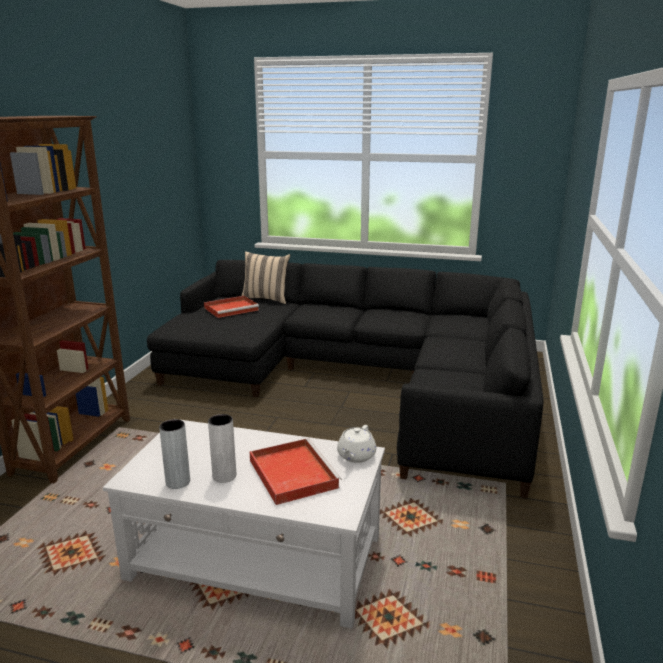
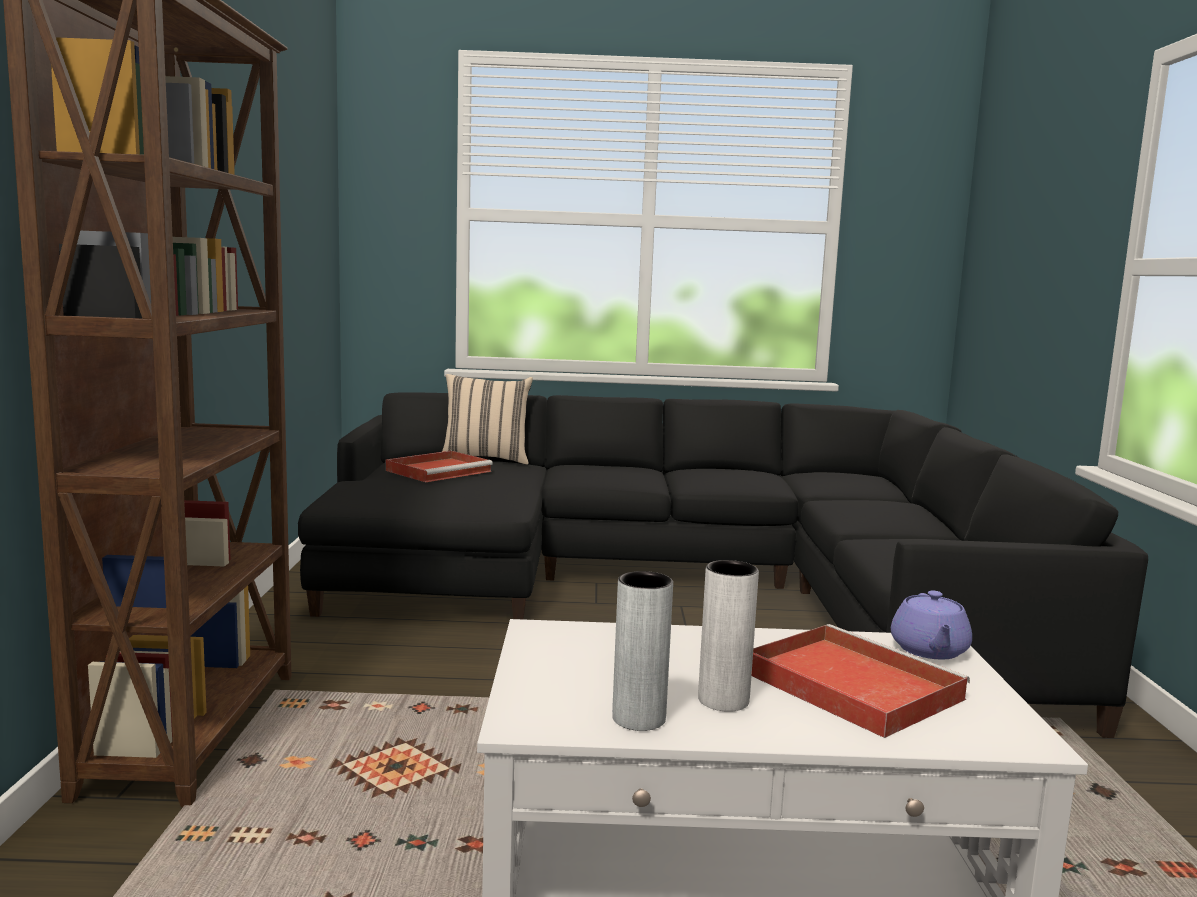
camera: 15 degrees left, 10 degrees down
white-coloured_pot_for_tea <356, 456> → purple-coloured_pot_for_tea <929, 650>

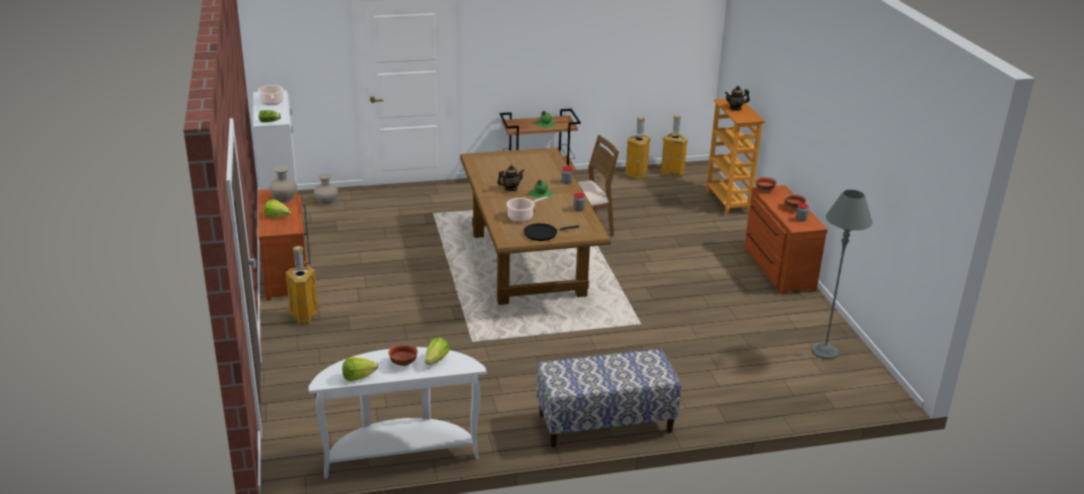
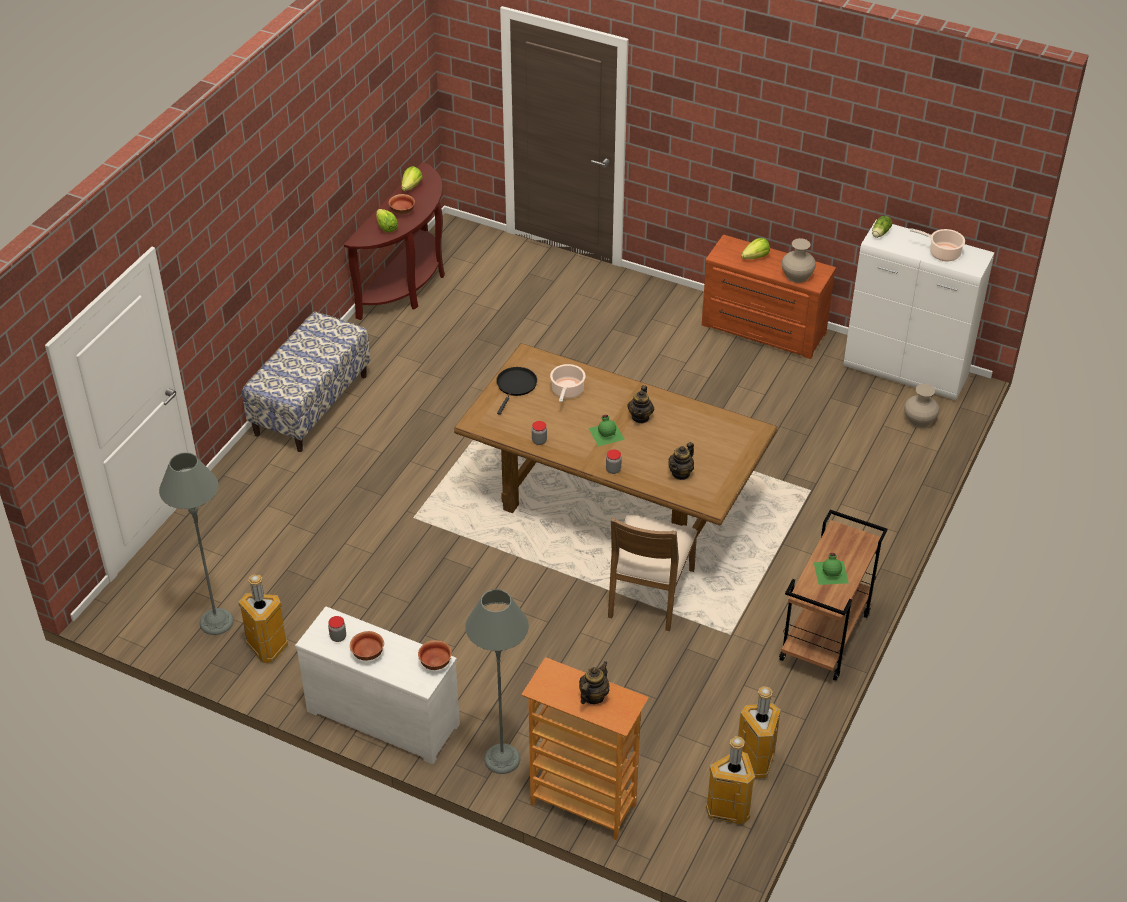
camera: 130 degrees right, 15 degrees up
waste_bin <304, 317> → waste_bin <266, 648>, shifted
brown-coloured_chest_of_drawers <776, 268> → white-coloured_chest_of_drawers <385, 714>
white-coloured_console_table <400, 454> → brown-coloured_console_table <408, 285>
- → gray_standing_lamp <502, 759>
- → pot_for_tea <681, 473>

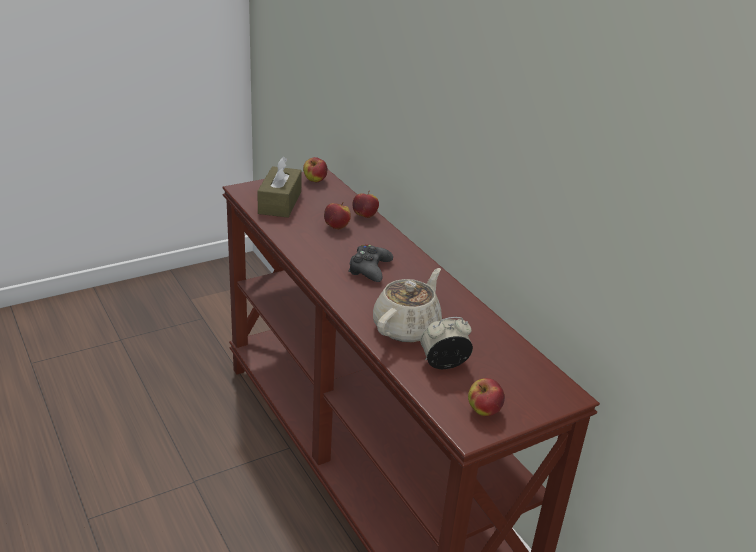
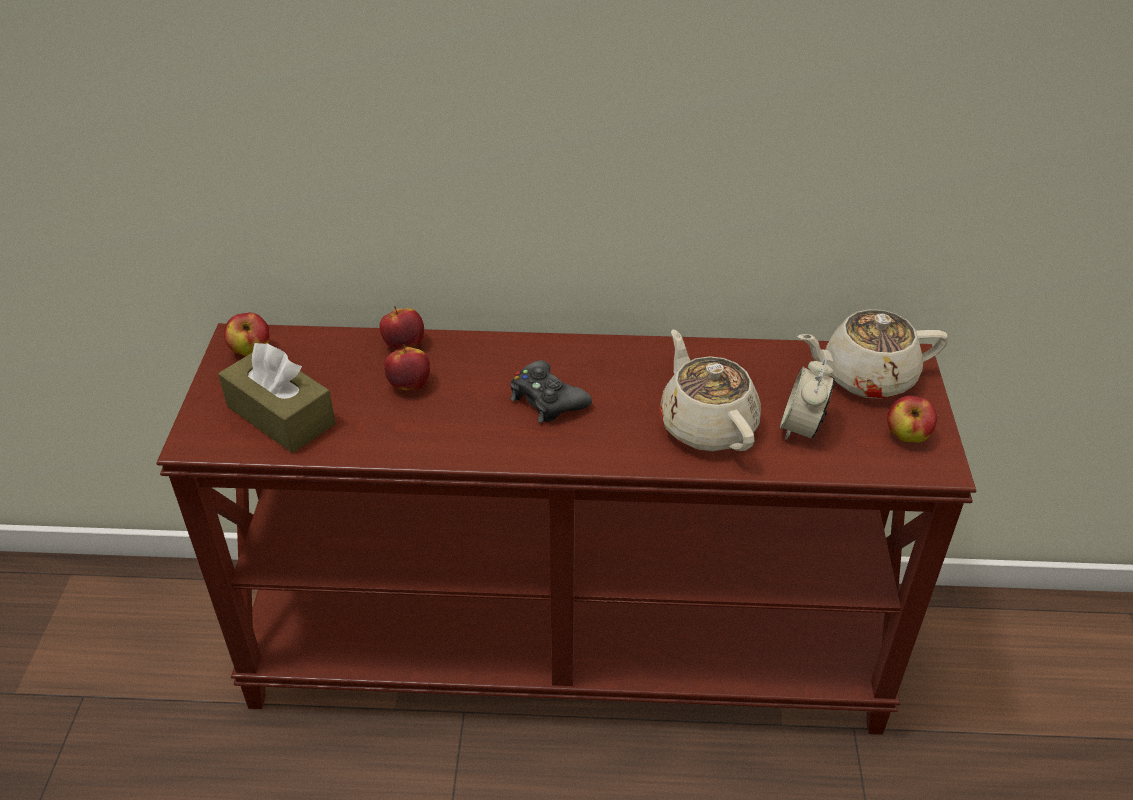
camera: 55 degrees left, 10 degrees up
- → beige-coloured_pot_for_tea <866, 377>

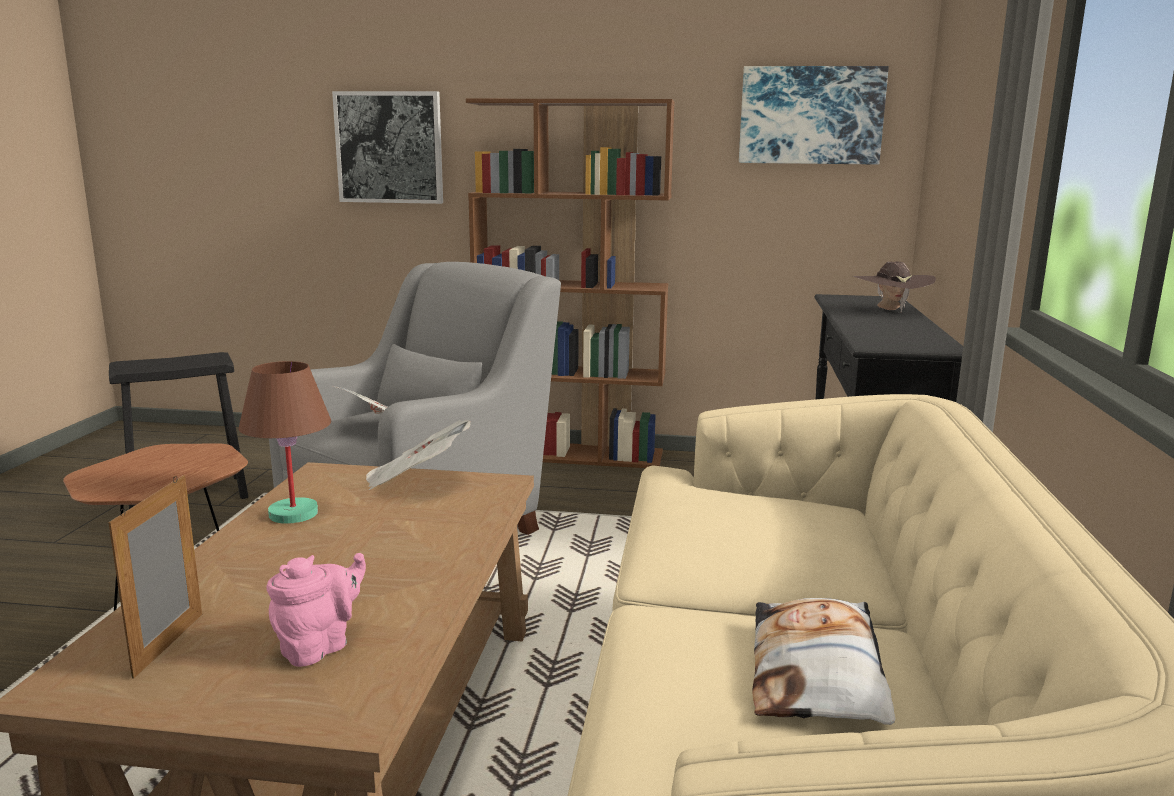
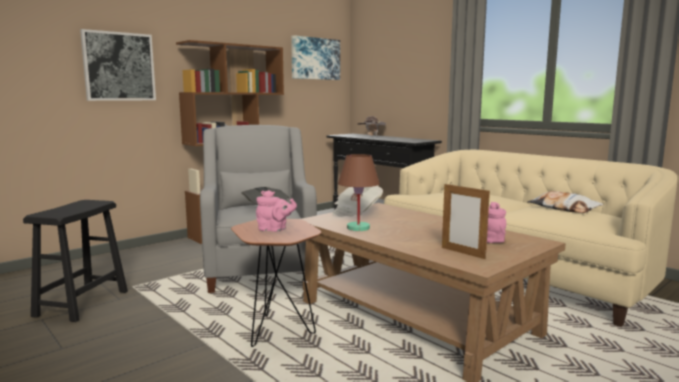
camera: 50 degrees left, 5 degrees down
- → pinkish_pot_for_tea <274, 229>

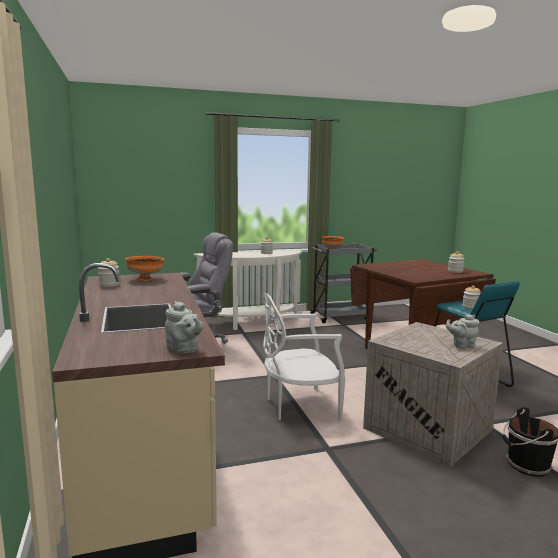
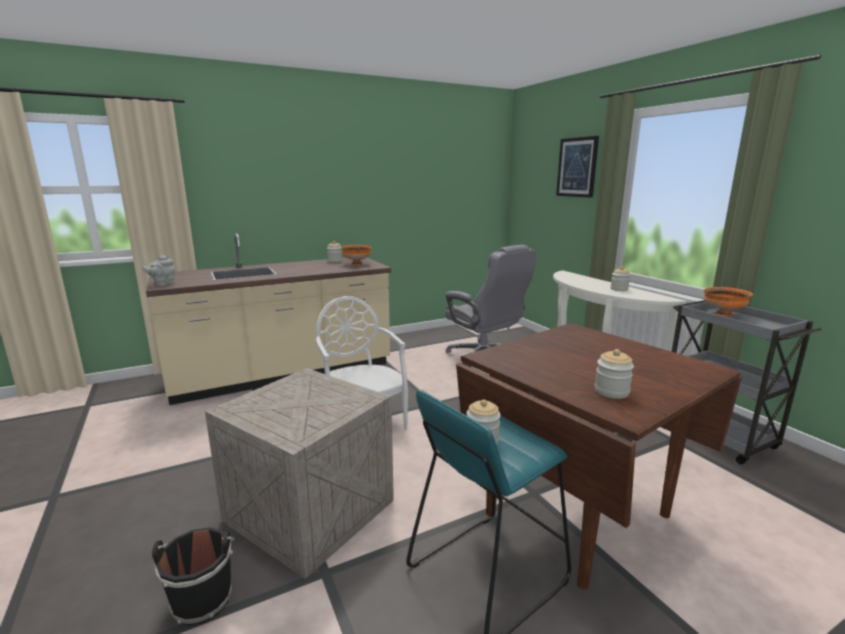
camera: 80 degrees right, 5 degrees up
- → wall_art <577, 167>
gray_pot_for_tea <462, 345> → -

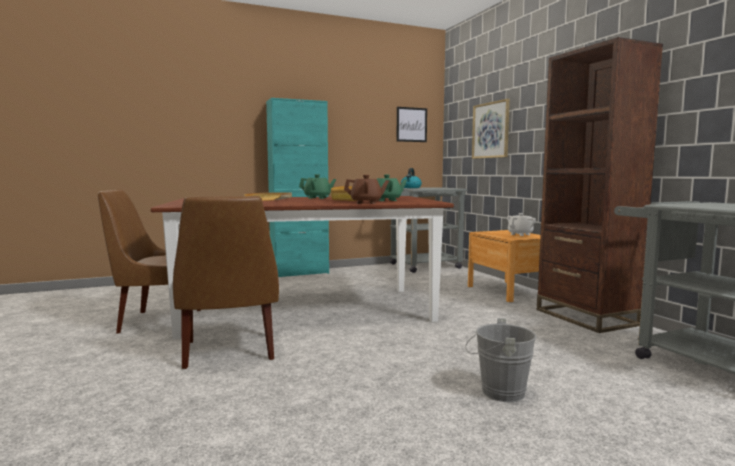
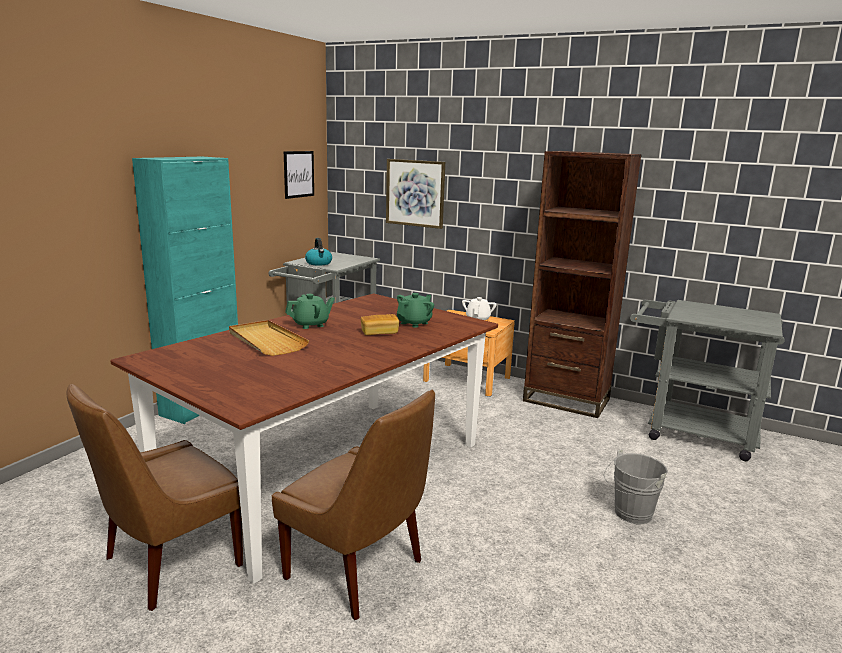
camera: 40 degrees left, 10 degrees up
brown-coloured_pot_for_tea <366, 203> → -

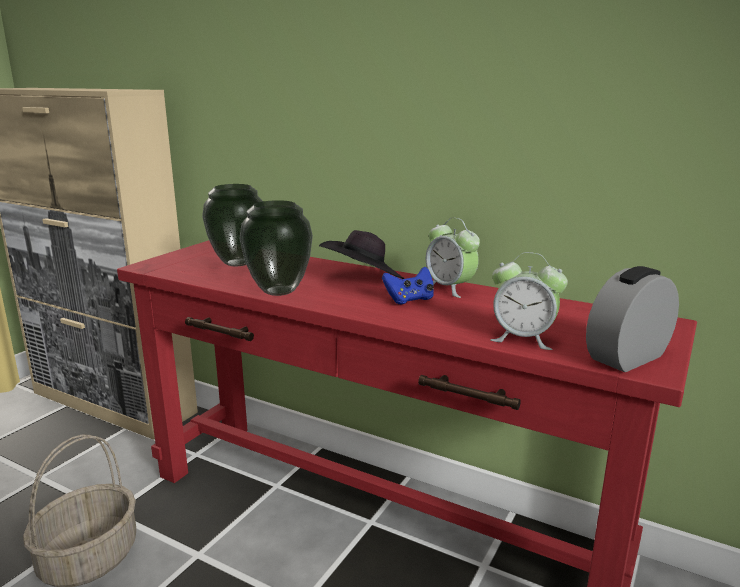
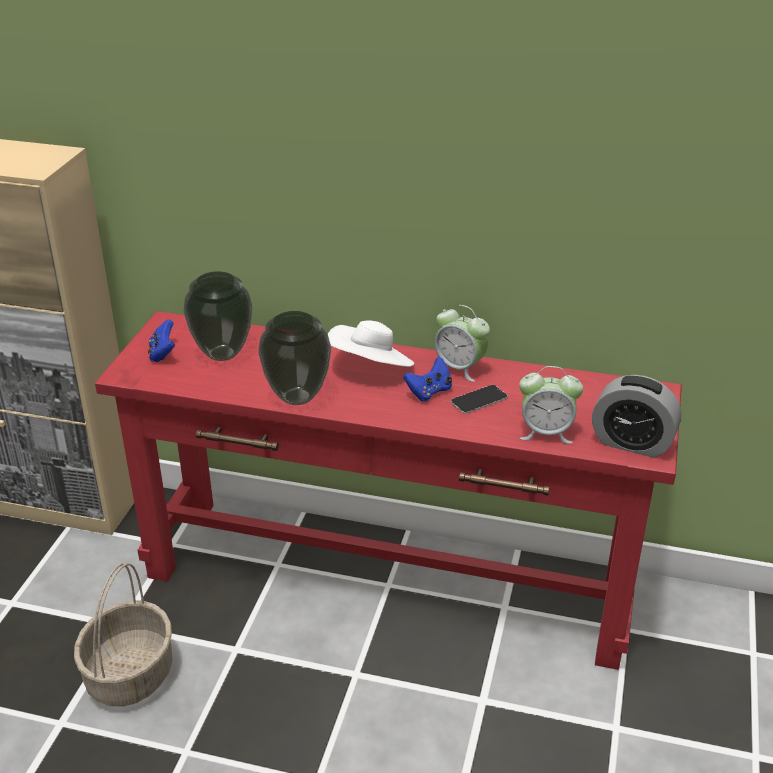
camera: 15 degrees left, 15 degrees up
- → blue-coloured_joypad <163, 353>
blackish_clothing_hat <363, 281> → white-coloured_clothing_hat <371, 367>
- → telephone <479, 400>
bedside_clock <627, 358> → bedside_clock <632, 443>, 105 degrees counterclockwise

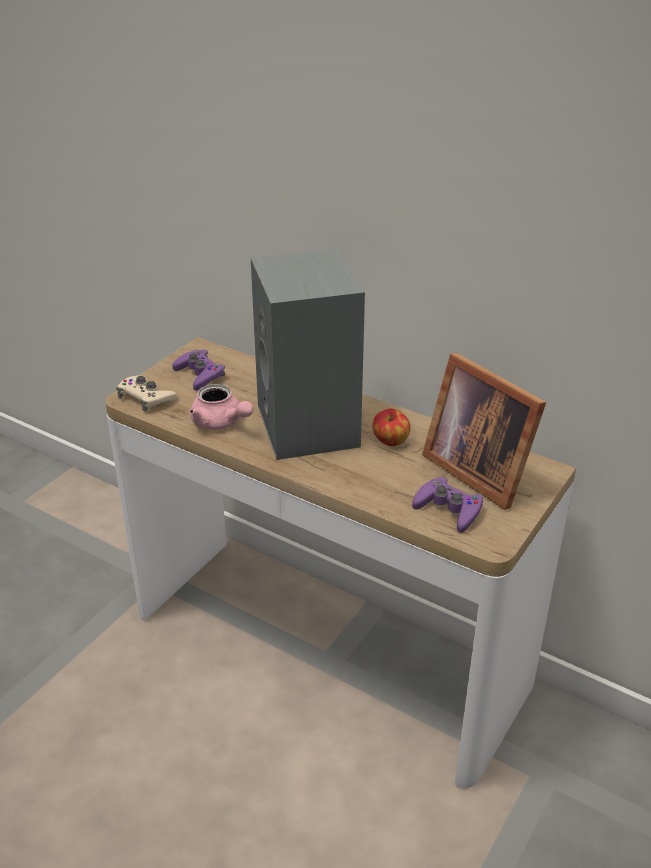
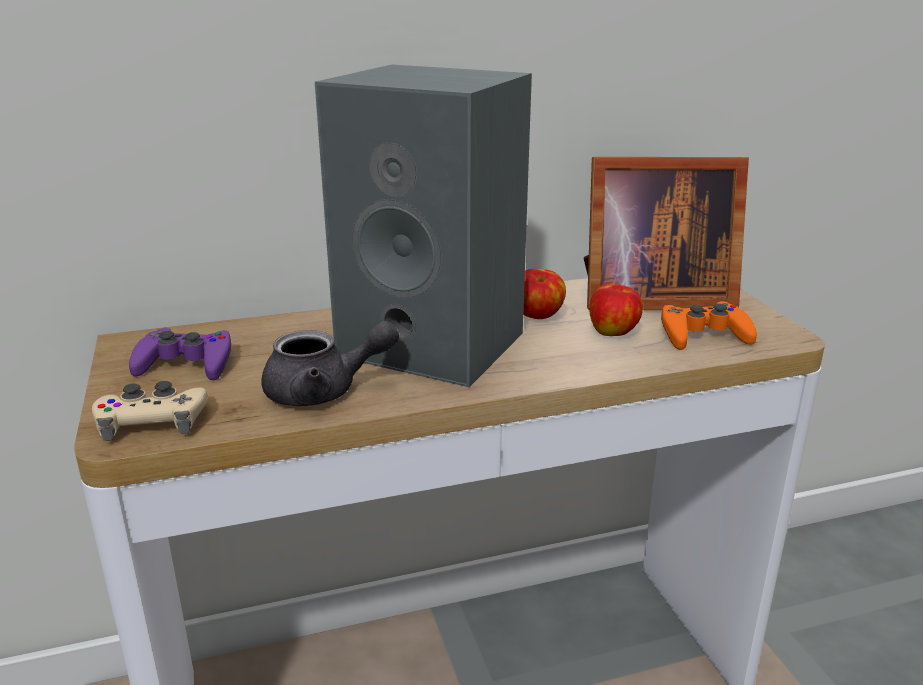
camera: 50 degrees left, 10 degrees down
pinkish_pot_for_tea <221, 423> → gray_pot_for_tea <324, 391>
- → apple_fruit <613, 333>
purple-coloured_joypad <448, 509> → orangey_joypad <703, 335>

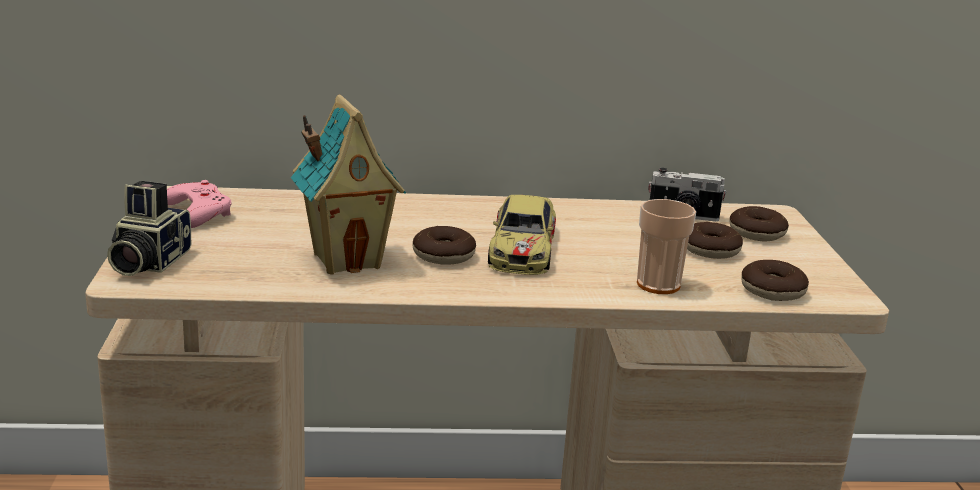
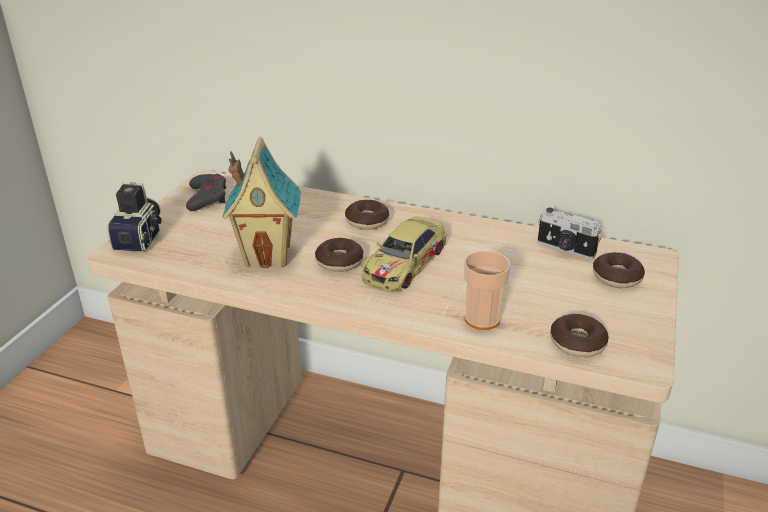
camera: 25 degrees right, 10 degrees up
still_camera <147, 262> → still_camera <142, 237>, 150 degrees clockwise
pinkish_joypad <197, 212> → gray_joypad <207, 197>
ring_doughnut <710, 250> → ring_doughnut <367, 221>, shifted

